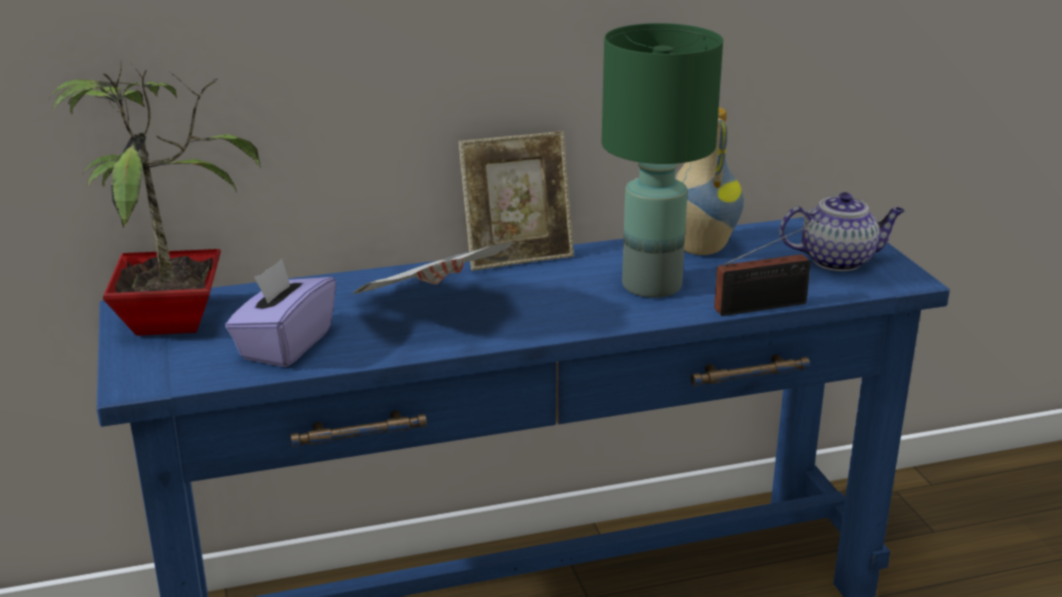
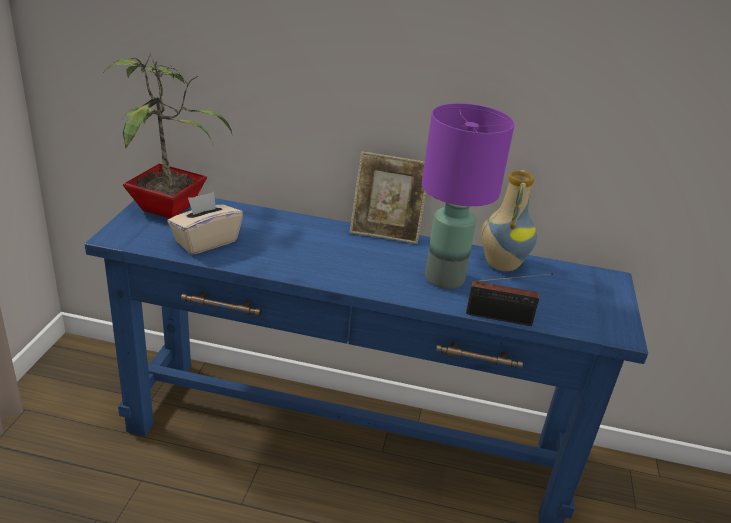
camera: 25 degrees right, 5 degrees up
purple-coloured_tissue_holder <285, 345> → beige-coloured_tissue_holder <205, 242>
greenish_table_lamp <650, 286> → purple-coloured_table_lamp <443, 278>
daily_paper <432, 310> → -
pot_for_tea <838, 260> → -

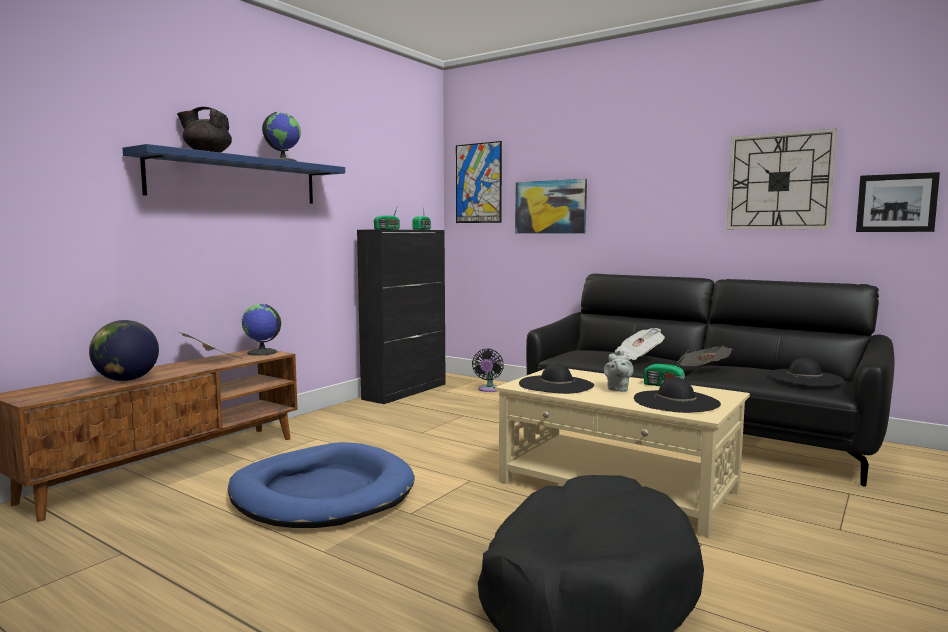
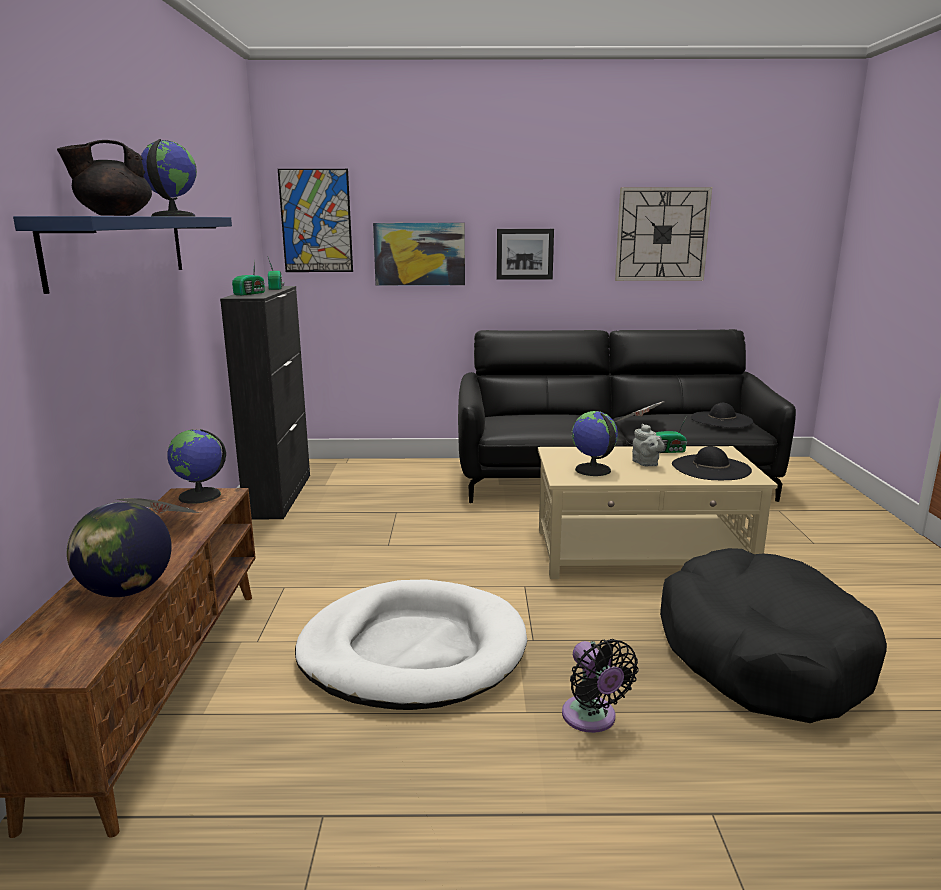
camera: 35 degrees left, 10 degrees up
blue-coloured_pet_bed <322, 493> → white-coloured_pet_bed <412, 651>
wall_art <896, 203> → wall_art <524, 254>, shifted
blackish_electric_fan <489, 389> → blackish_electric_fan <591, 718>, shifted
blackish_clothing_hat <556, 384> → desk_globe <592, 470>
daily_paper <636, 358> → -

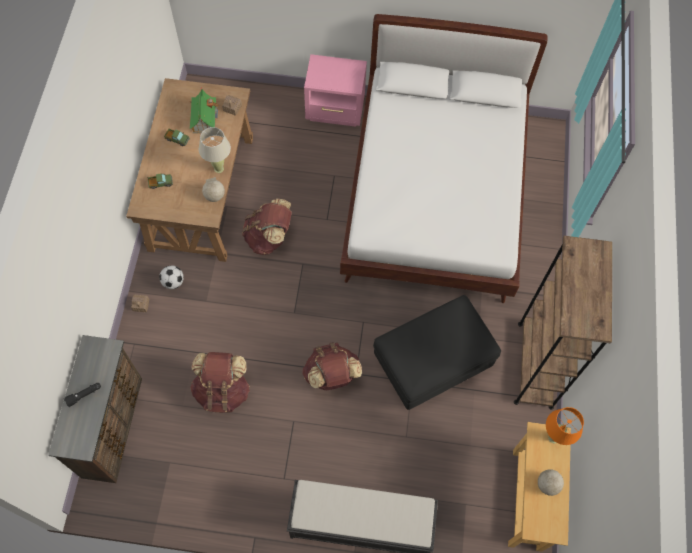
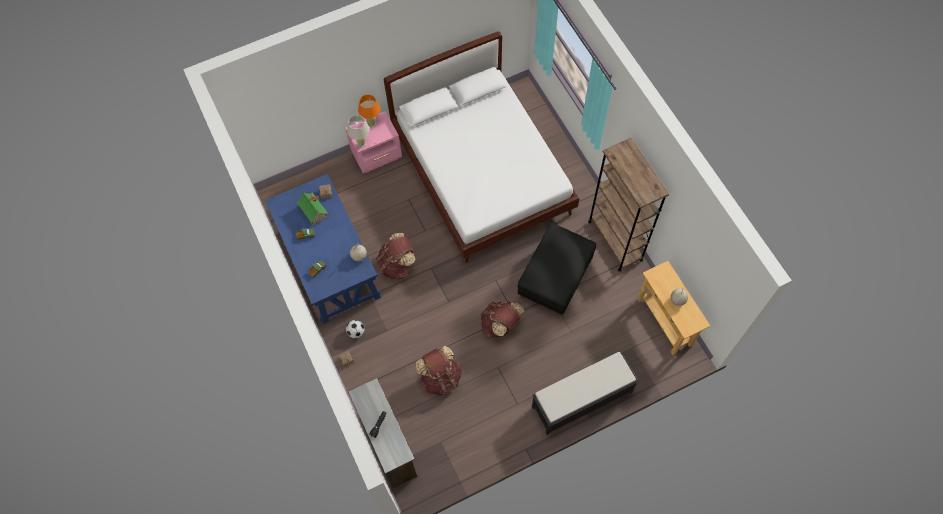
camera: 30 degrees left, 0 degrees up
brown-coloured_desk_unit <201, 193> → blue-coloured_desk_unit <329, 263>
beige-coloured_table_lamp <219, 169> → beige-coloured_table_lamp <361, 144>, shifted
orangey_table_lamp <553, 437> → orangey_table_lamp <372, 124>, shifted

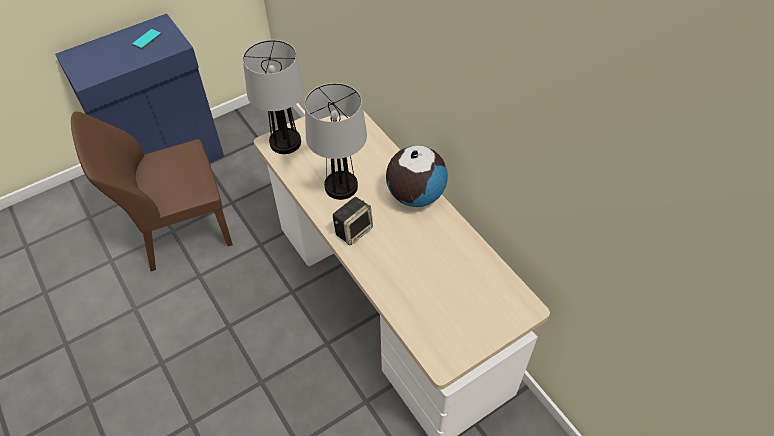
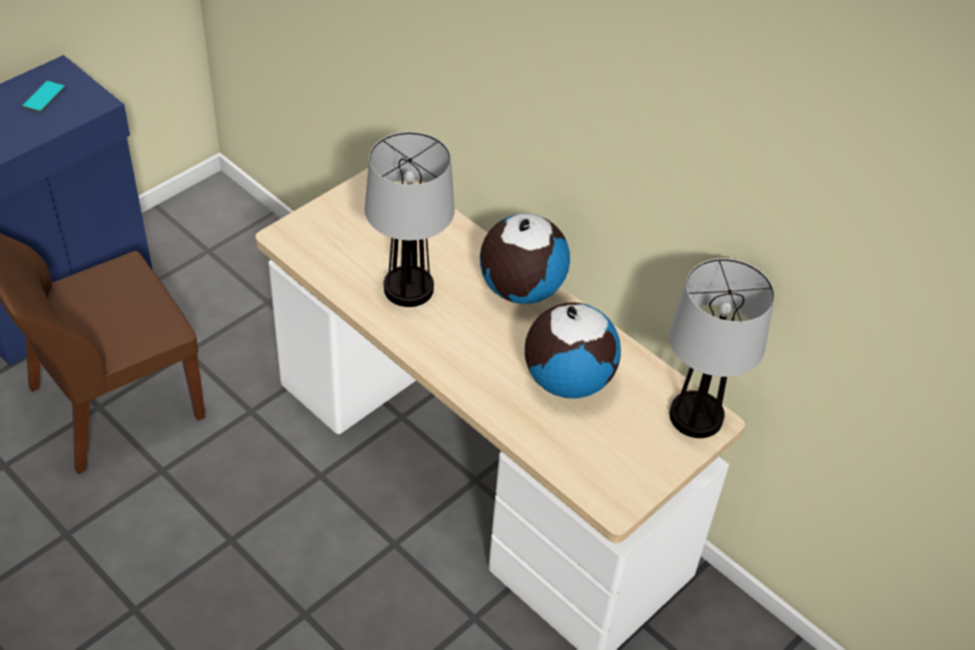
camera: 15 degrees left, 5 degrees down
- → desk_globe <567, 380>
table_lamp <285, 142> → table_lamp <696, 416>, shifted
loudspeaker <353, 230> → -

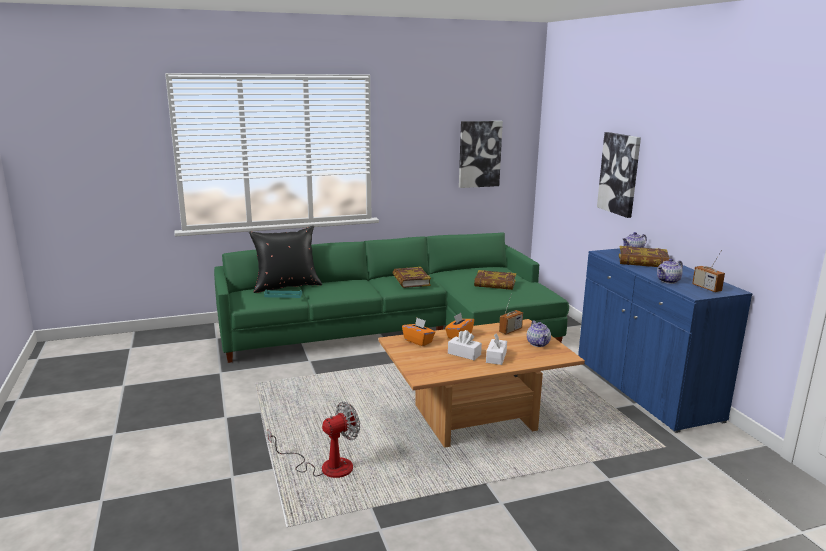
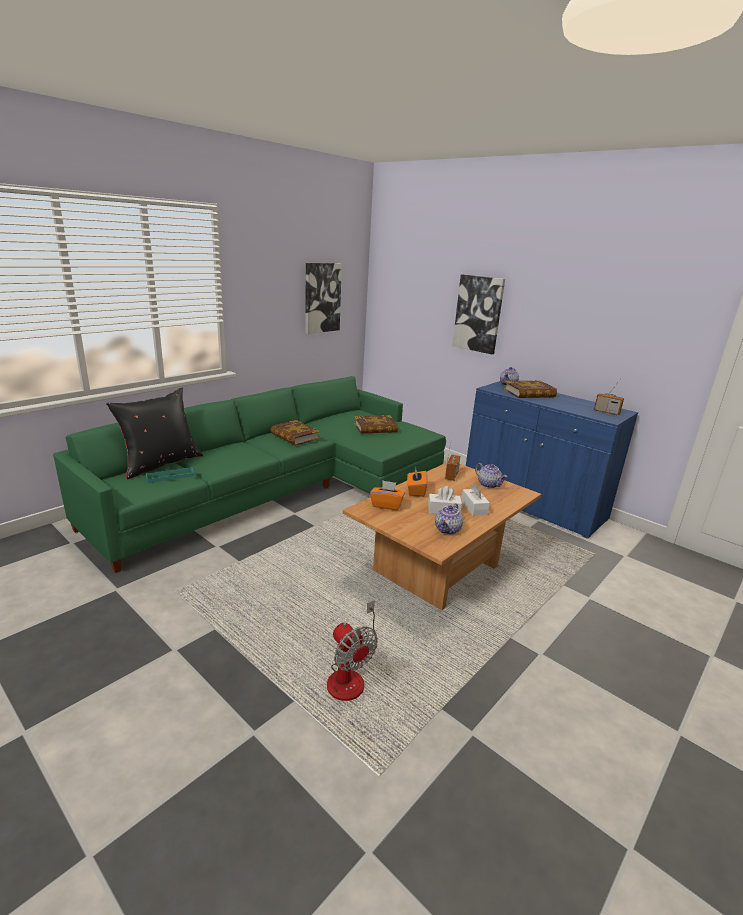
camera: 30 degrees left, 5 degrees up
electric_fan <326, 466> → electric_fan <350, 675>, 120 degrees clockwise
pot_for_tea <668, 281> → pot_for_tea <448, 530>, shifted

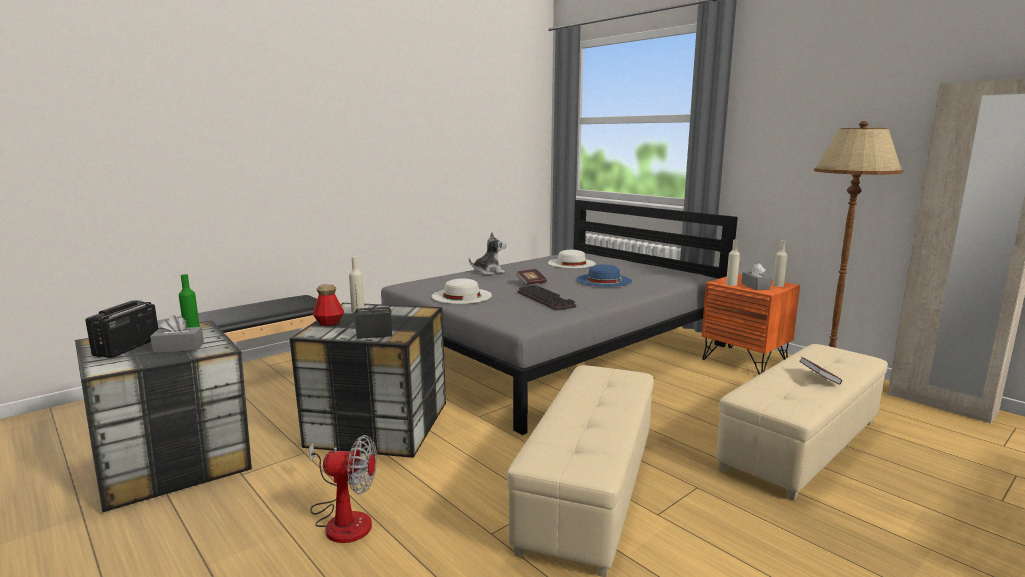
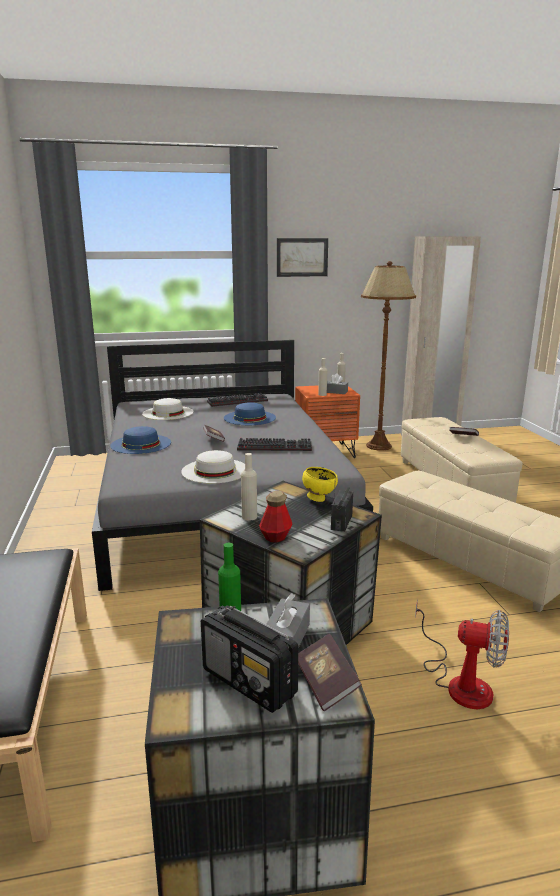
camera: 60 degrees left, 5 degrees up
cuddly_toy <489, 272> → blue-coloured_clothing_hat <141, 444>
- → keyboard <238, 401>
- → wall_art <302, 257>
- → bound_book <326, 683>
- → yellow-coloured_serving_bowl <319, 499>
electric_fan <343, 519> → electric_fan <460, 682>, 75 degrees clockwise

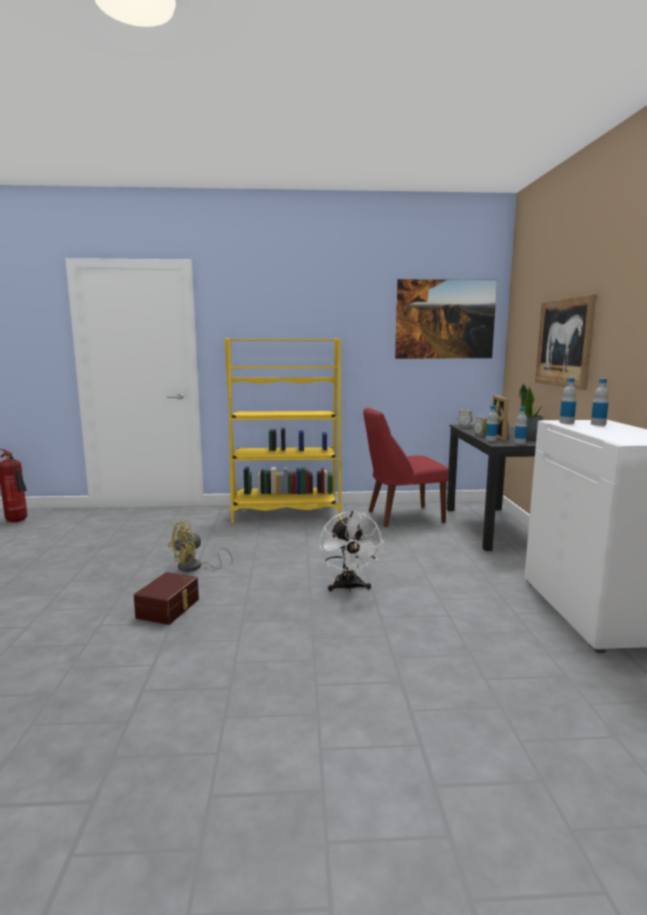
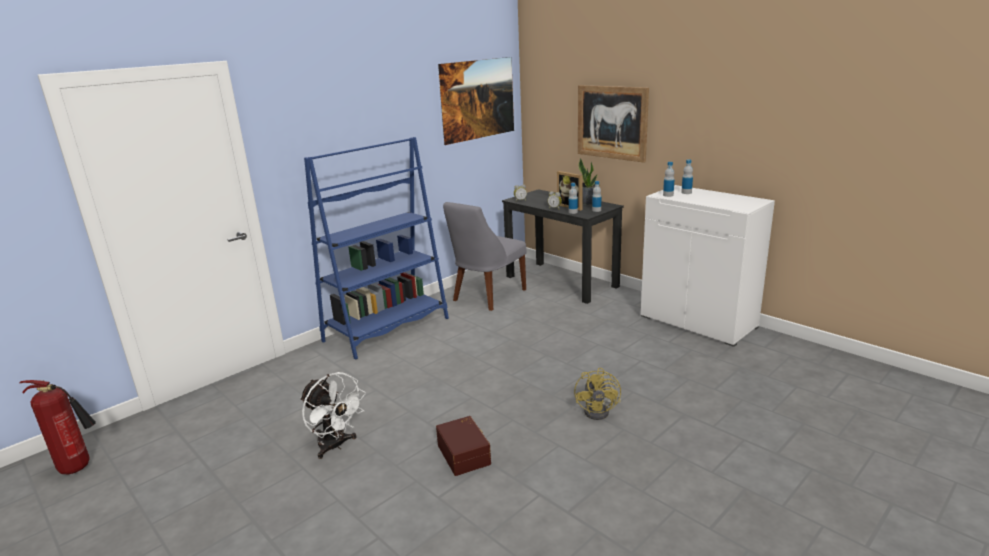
camera: 40 degrees left, 10 degrees up
white-coloured_electric_fan <349, 588> → white-coloured_electric_fan <336, 446>, shifted
yellow-coloured_bookcase <285, 513> → blue-coloured_bookcase <387, 330>
reddish_upright_chair <401, 517> → gray_upright_chair <487, 296>
yellow-coloured_electric_fan <195, 567> → yellow-coloured_electric_fan <600, 411>, shifted

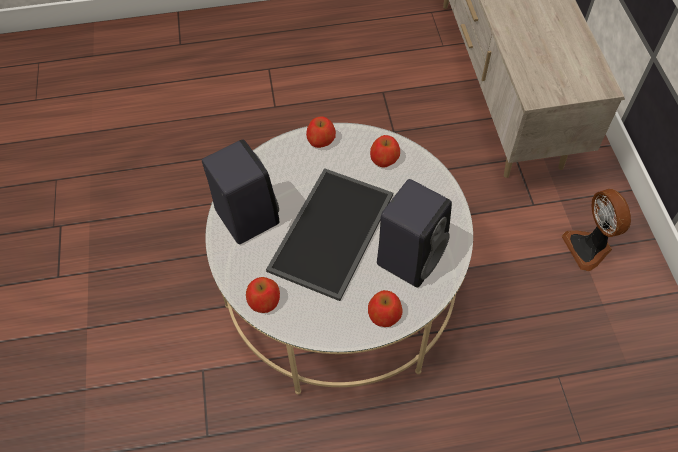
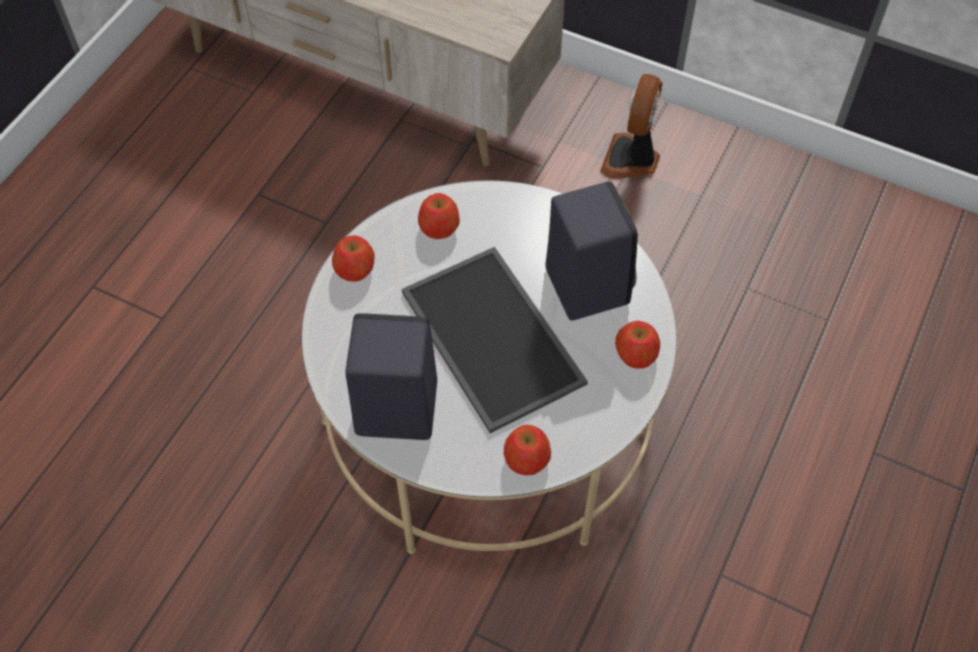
camera: 55 degrees left, 0 degrees up
electric_fan <589, 247> → electric_fan <632, 159>, 90 degrees clockwise

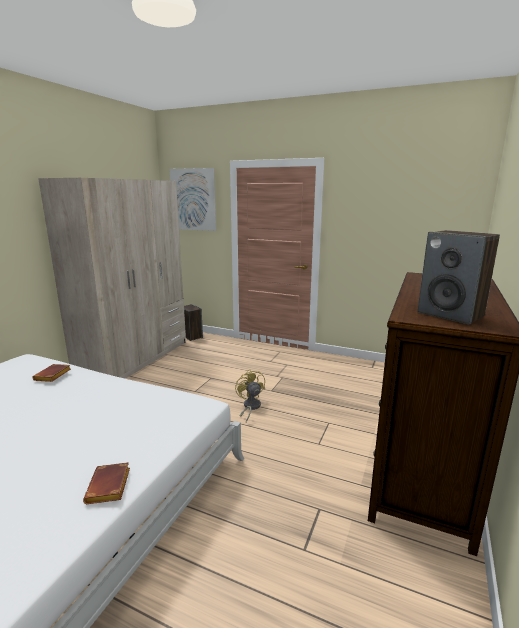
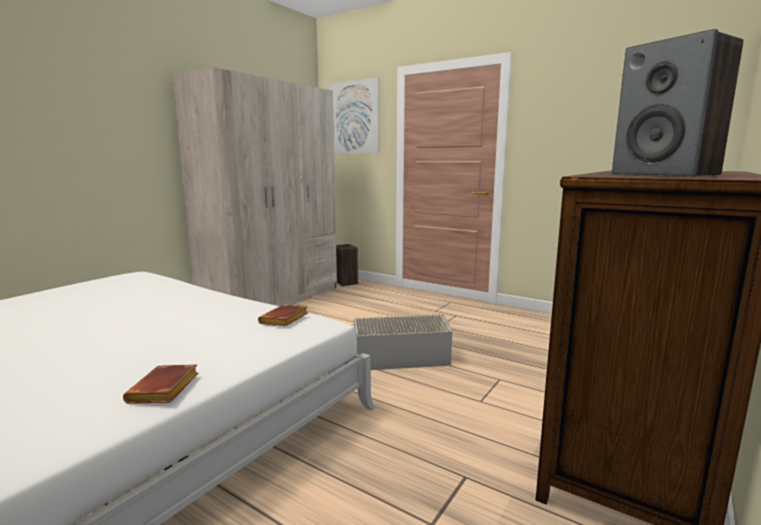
camera: 10 degrees right, 5 degrees down
brown-coloured_bound_book <53, 376> → brown-coloured_bound_book <284, 320>, shifted
yellow-coloured_electric_fan <250, 407> → gray_storage_bin <397, 355>

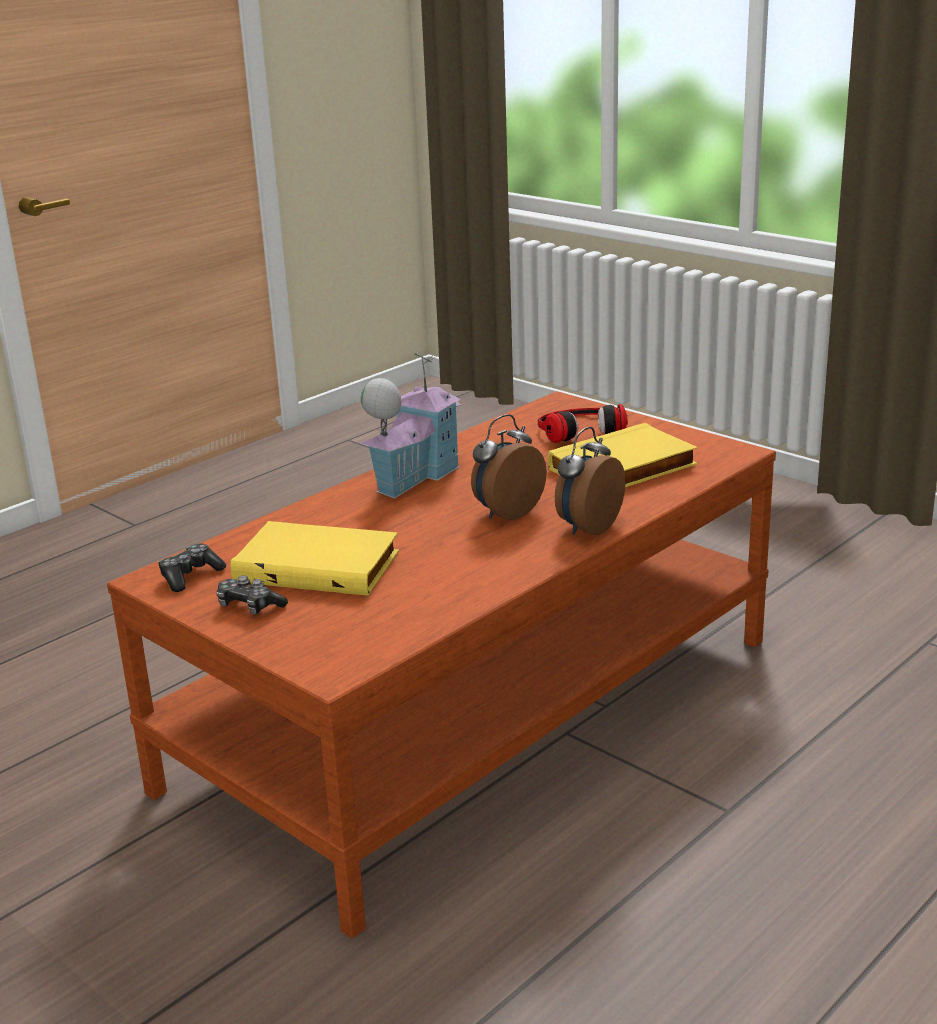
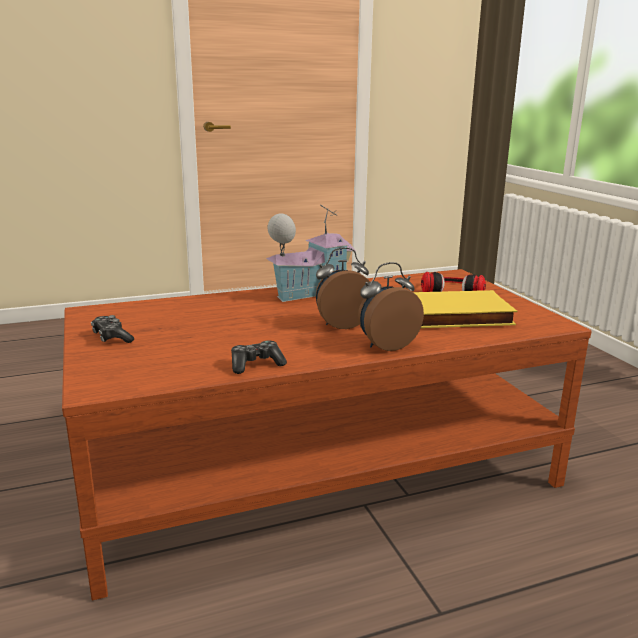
camera: 25 degrees right, 5 degrees down
joypad <190, 576> → joypad <256, 364>, shifted
yellow-coloured_bound_book <319, 565> → -

